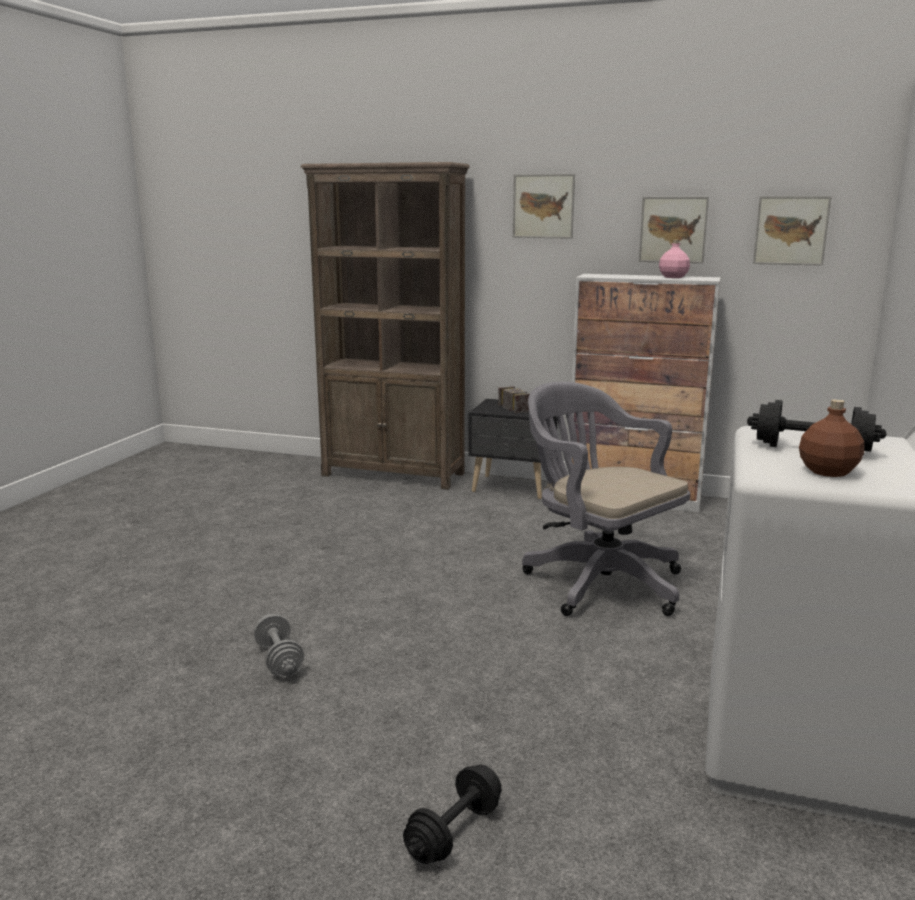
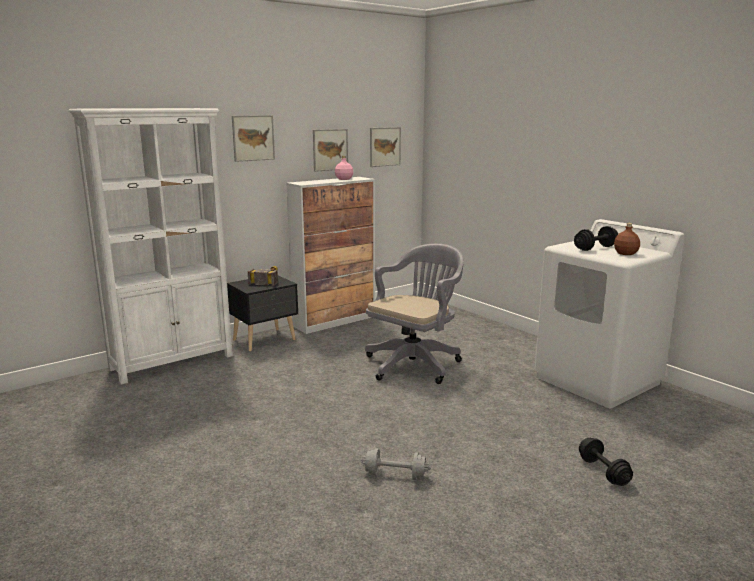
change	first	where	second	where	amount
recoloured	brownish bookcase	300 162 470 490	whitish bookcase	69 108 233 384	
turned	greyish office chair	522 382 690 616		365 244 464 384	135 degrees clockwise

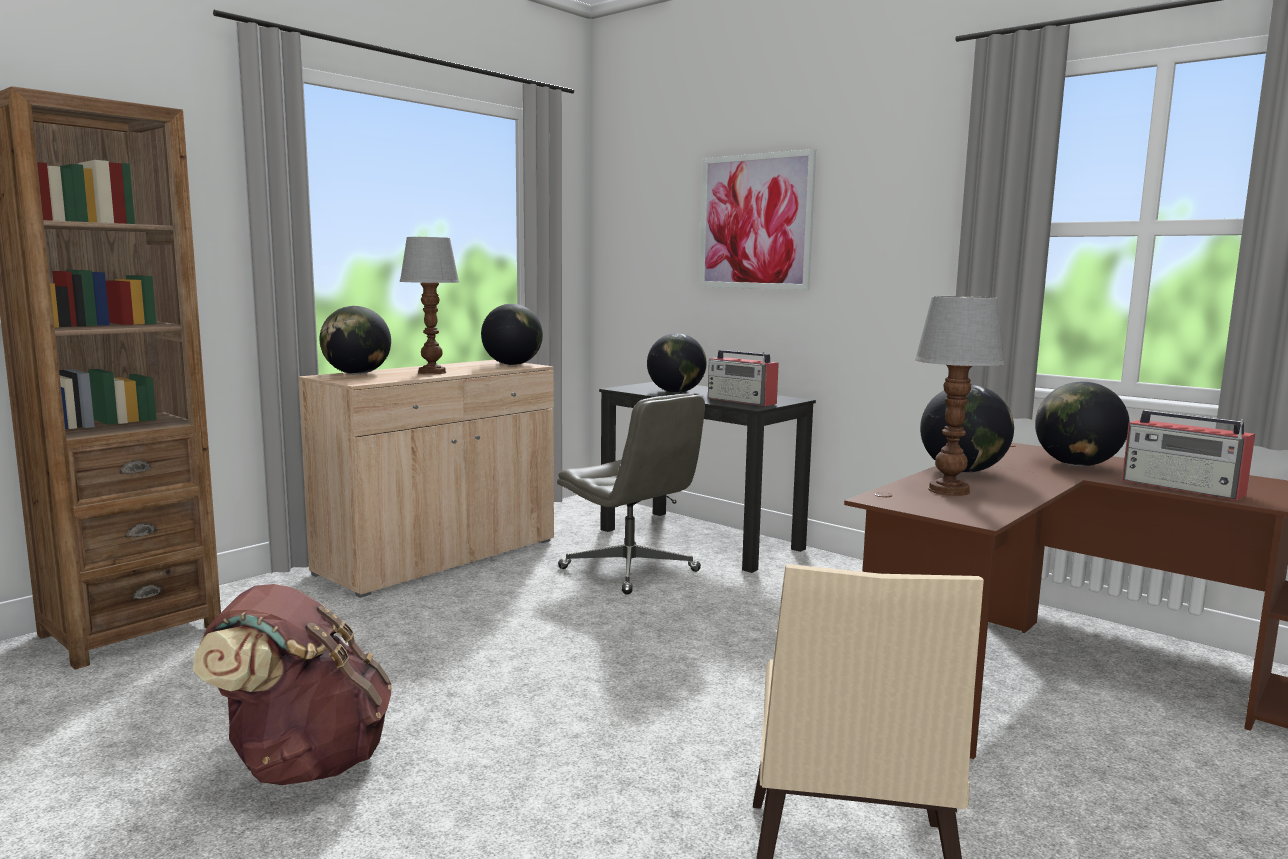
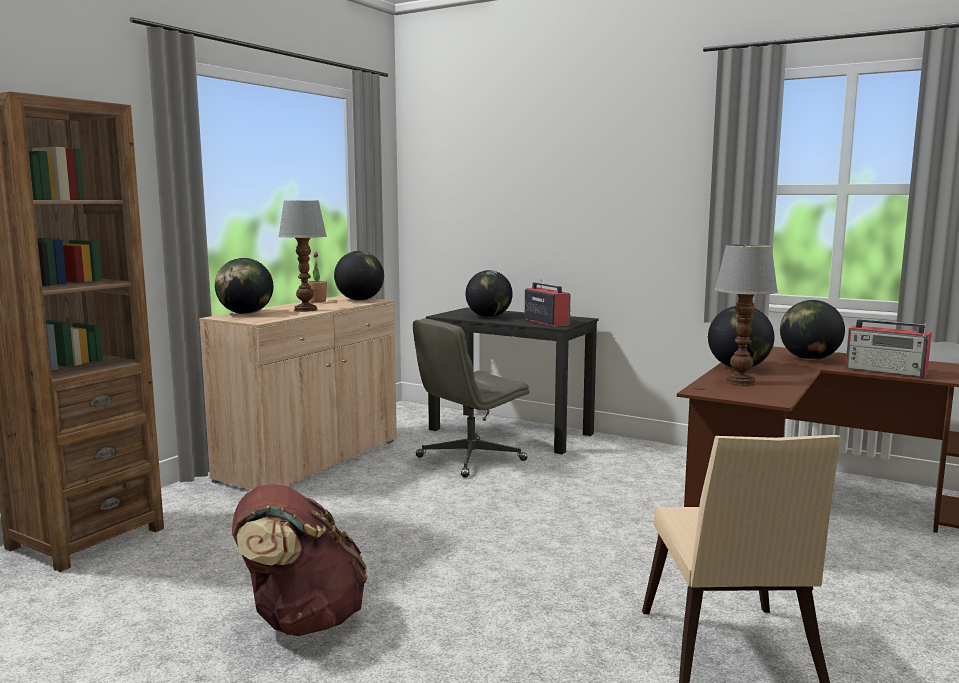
change	first	where	second	where	amount
turned	greyish office chair	557 394 705 595		413 319 530 478	105 degrees clockwise
removed	wall picture	699 149 816 290			
turned	radio set	708 350 779 406		525 279 571 327	150 degrees counterclockwise
added			plant in a pot	308 252 327 303	

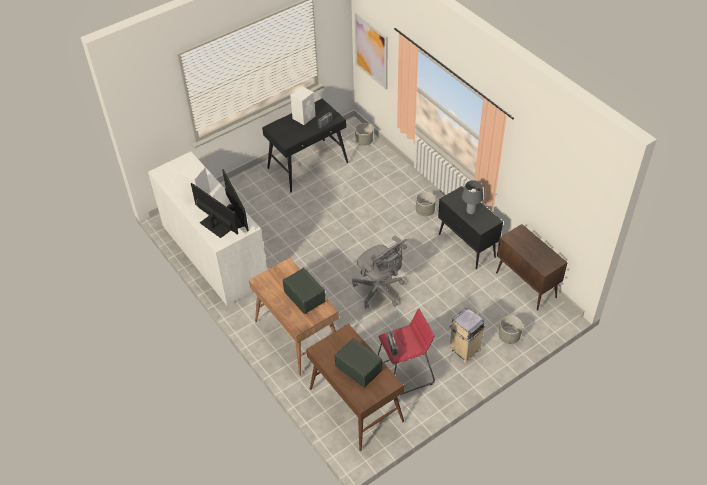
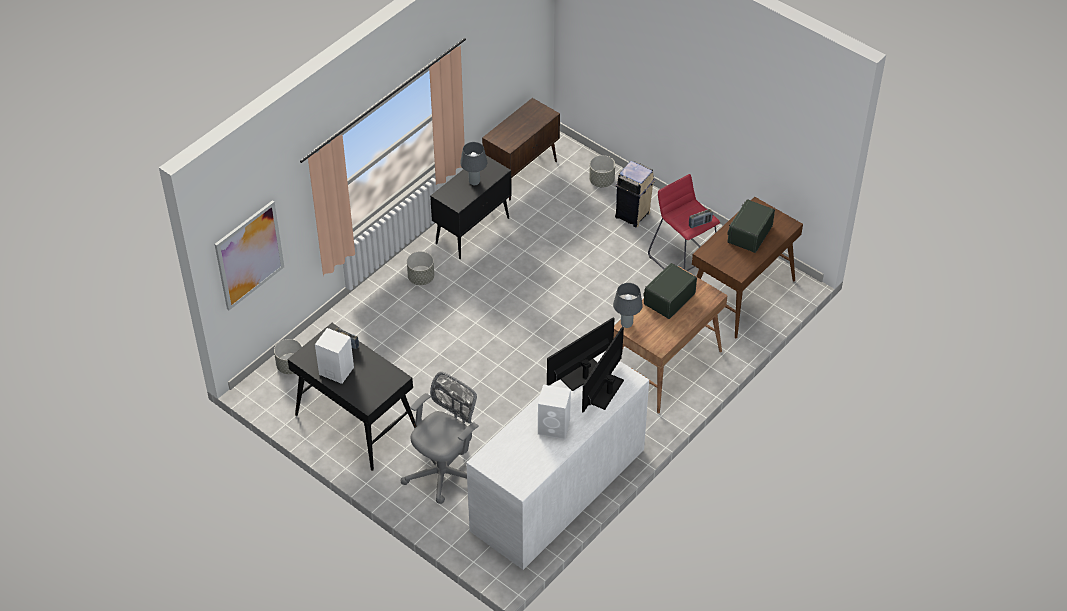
change	first	where	second	where	amount
moved	greyish office chair	352 235 407 308		400 371 479 504	
added			greyish table lamp	613 283 643 328	

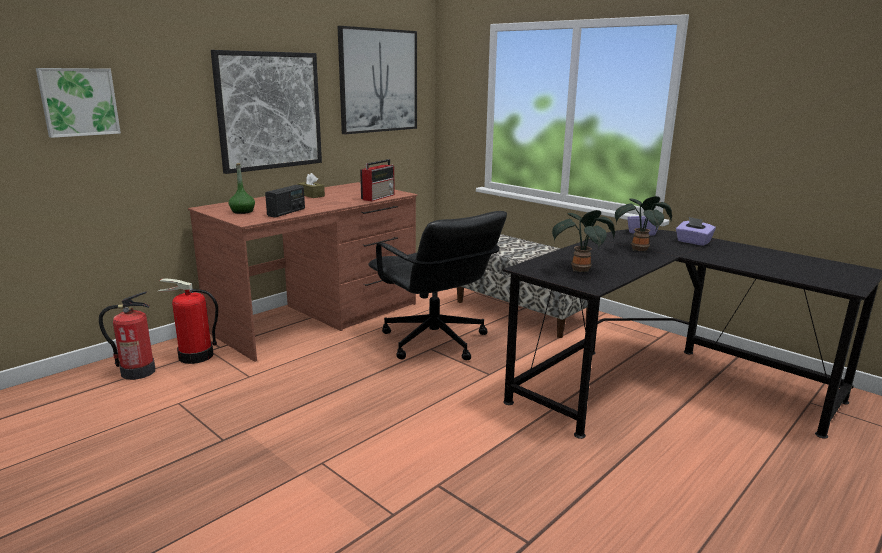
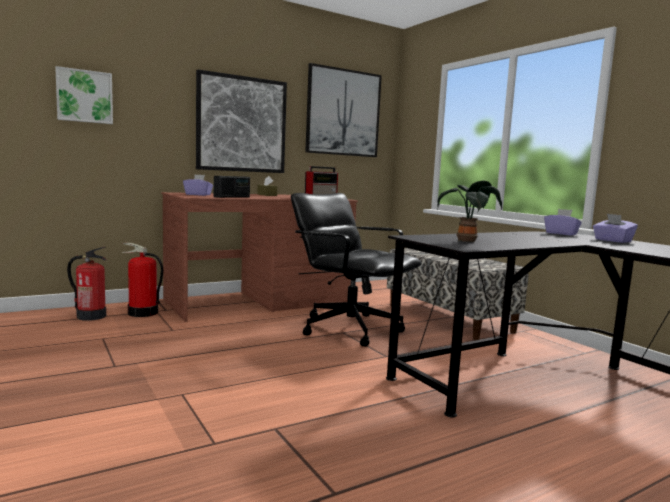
change	first	where	second	where	amount
replaced	green-coloured bottle	229 163 255 214	purple tissue box	183 175 213 196	
turned	black office chair	368 211 507 360		291 193 422 346	150 degrees clockwise
removed	plant in a pot	615 196 672 251			

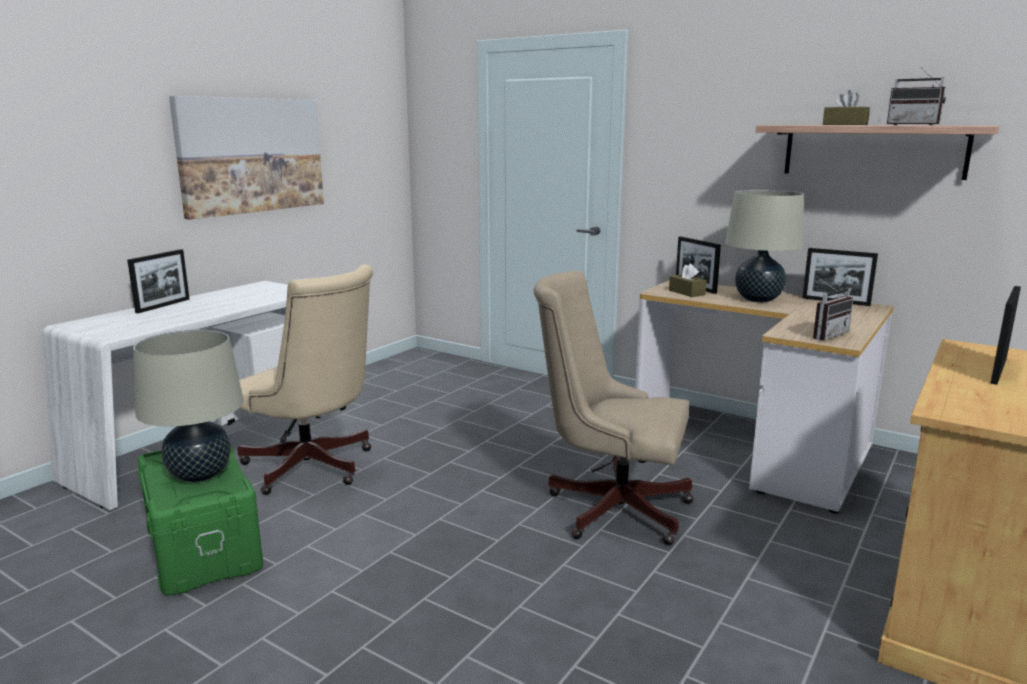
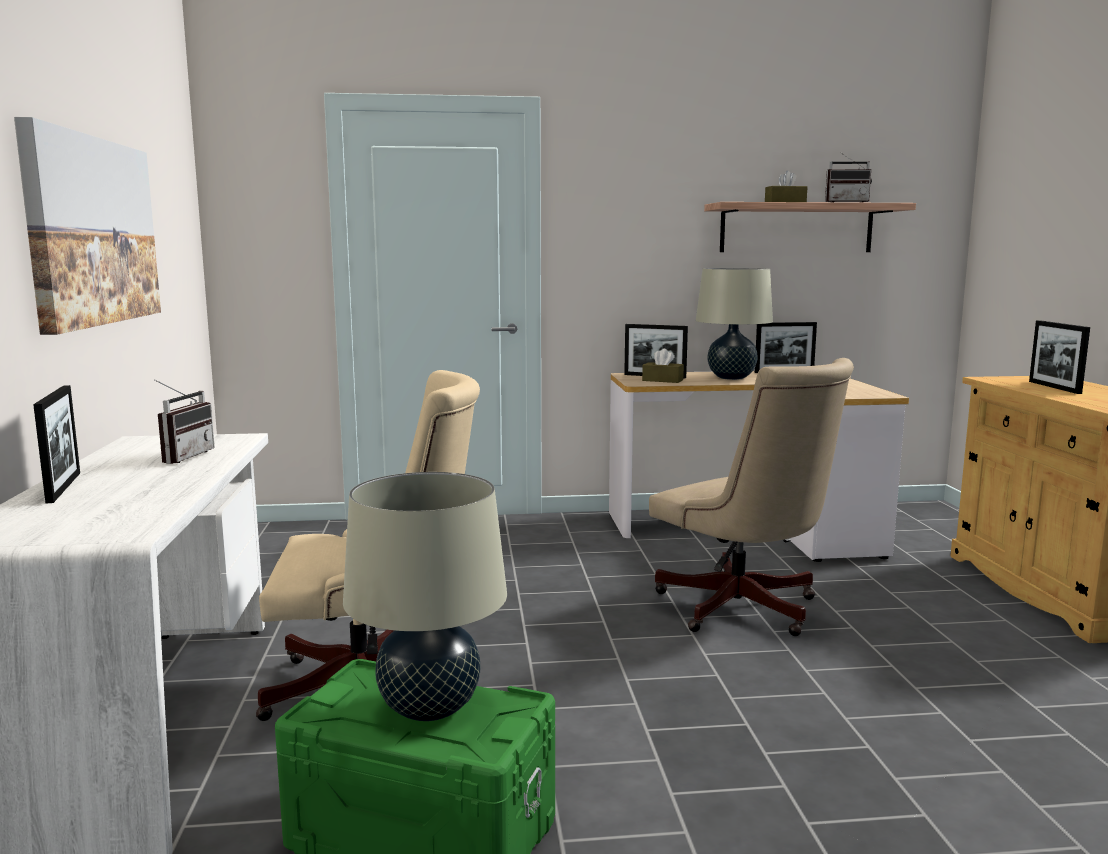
change	first	where	second	where	amount
turned	beige office chair	534 271 693 545		649 358 854 636	105 degrees counterclockwise
moved	radio set	813 278 853 340		154 379 215 464	

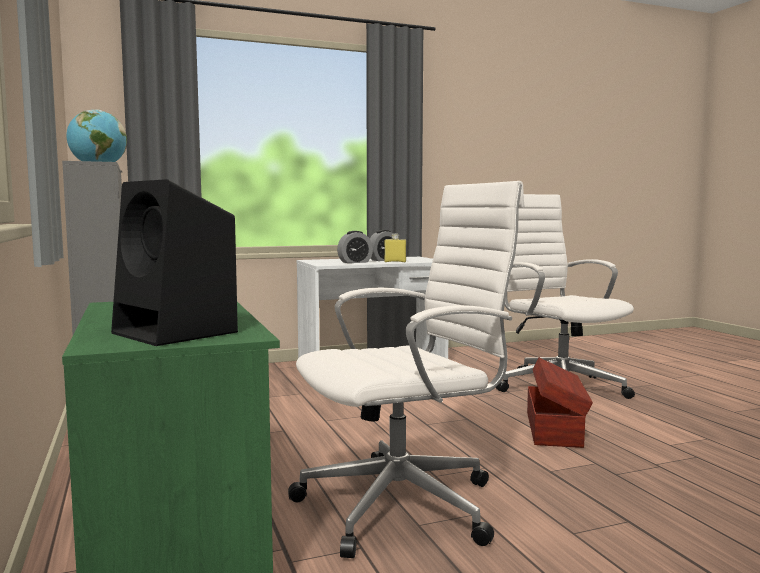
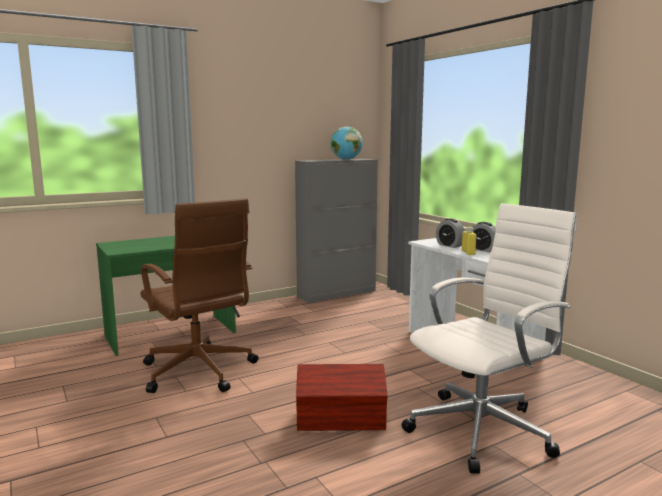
change	first	where	second	where	amount
removed	black audio speaker	111 179 238 346			
recoloured	whitish office chair	288 181 525 558	brownish office chair	141 198 259 393	

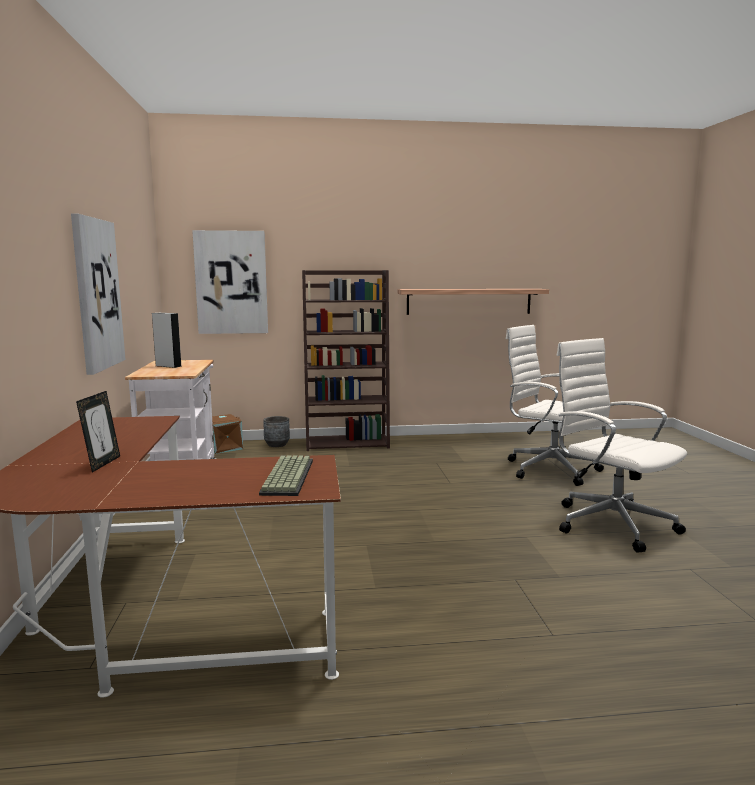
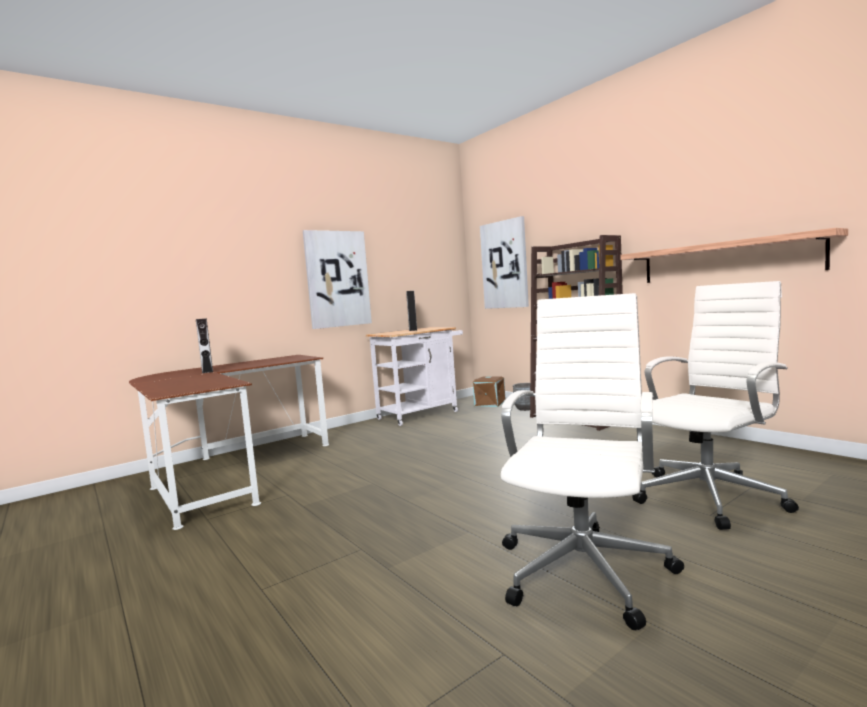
change	first	where	second	where	amount
replaced	photo frame	76 391 120 473	greyish audio speaker	196 318 213 373	
removed	computer keyboard	259 455 313 496			
turned	whitish office chair	506 325 604 486		632 281 799 530	45 degrees clockwise

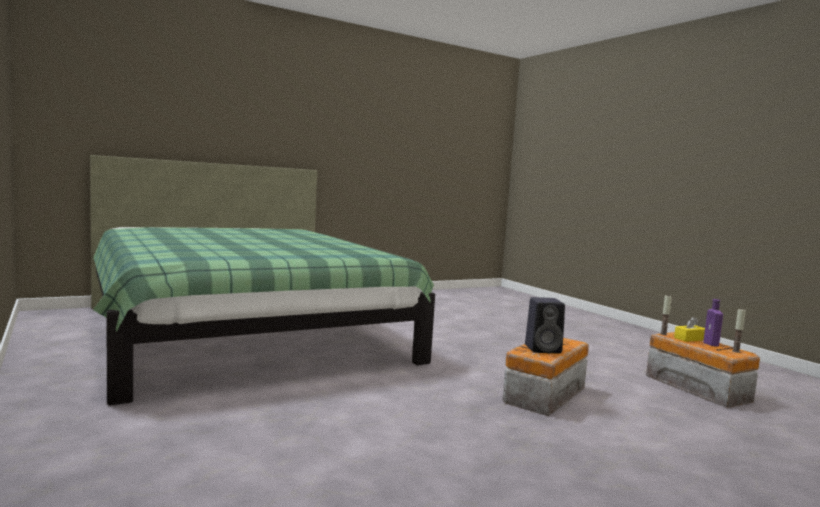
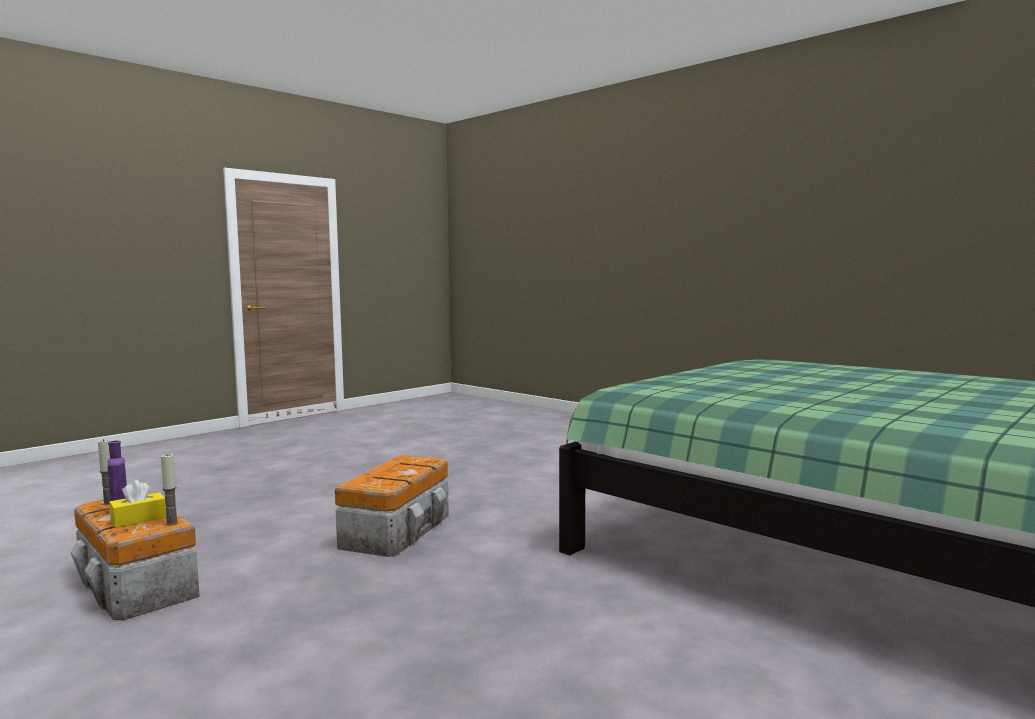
change	first	where	second	where	amount
removed	black audio speaker	525 297 565 353			

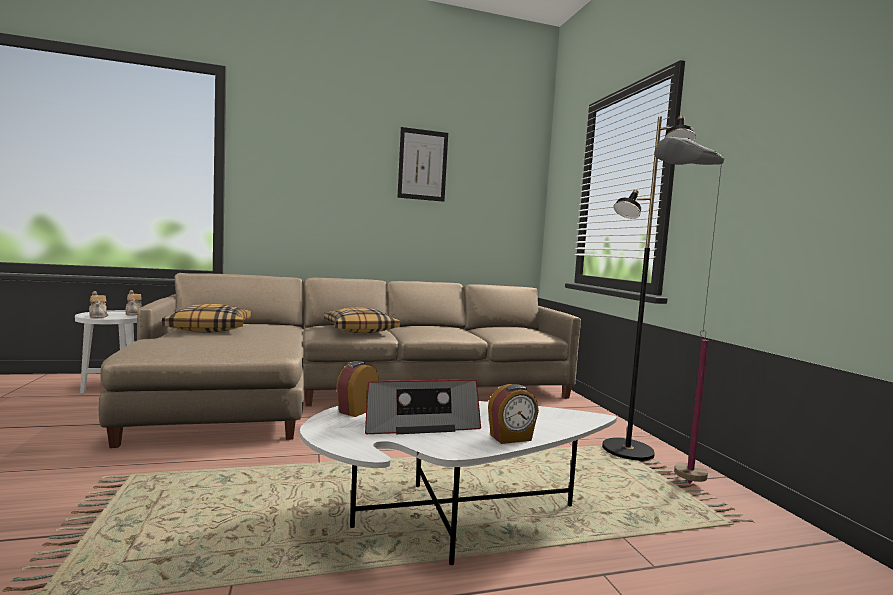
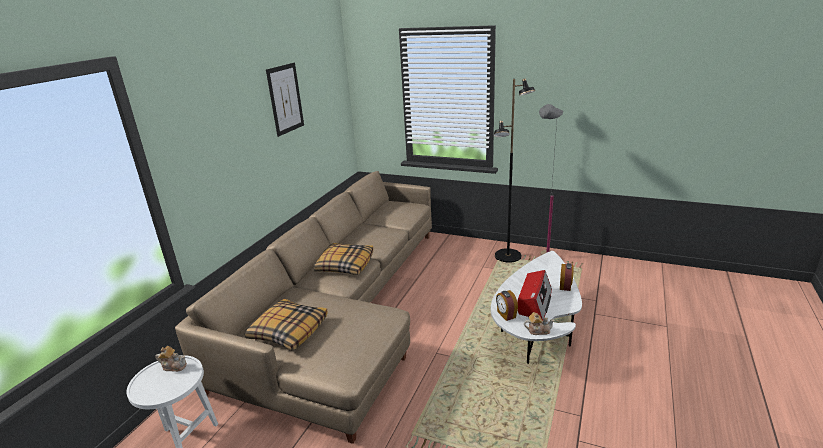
change	first	where	second	where	amount
moved	teapot	89 291 108 318		524 312 555 335	

